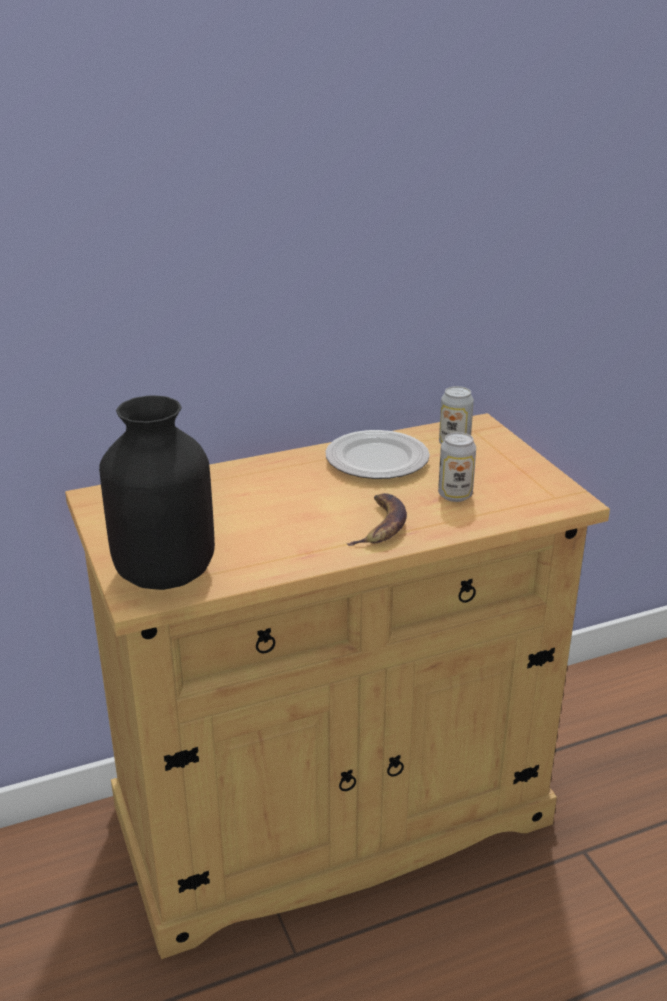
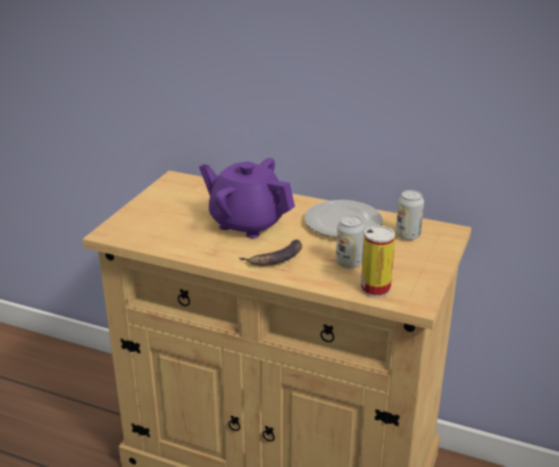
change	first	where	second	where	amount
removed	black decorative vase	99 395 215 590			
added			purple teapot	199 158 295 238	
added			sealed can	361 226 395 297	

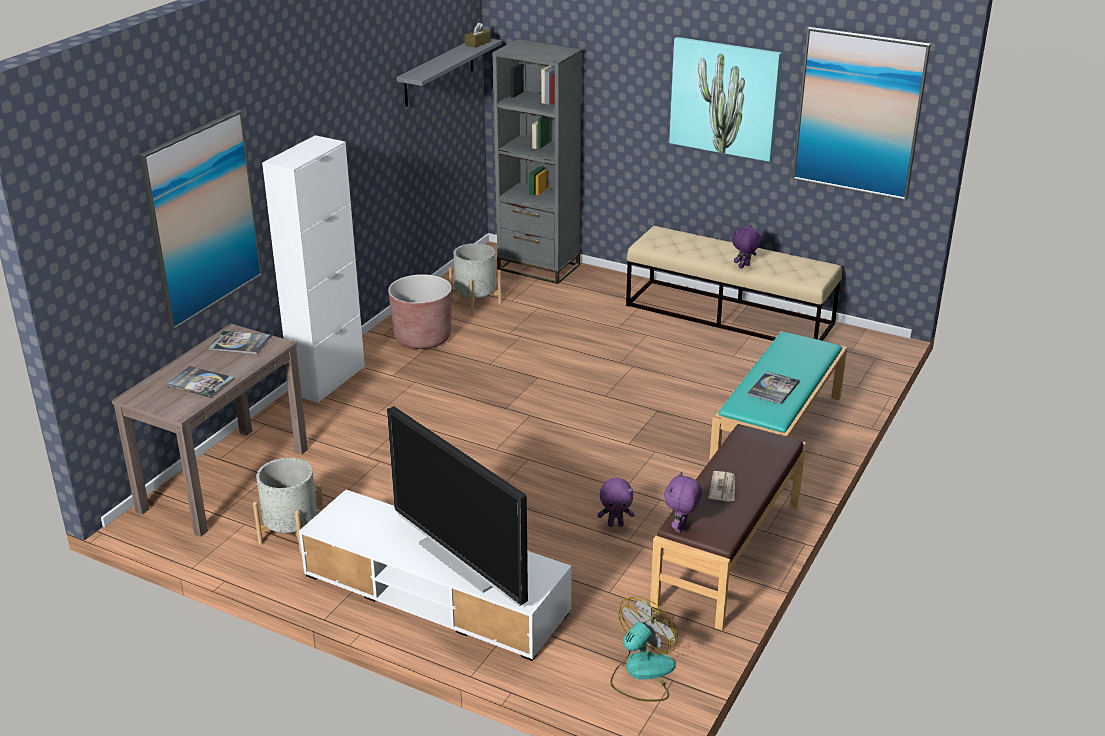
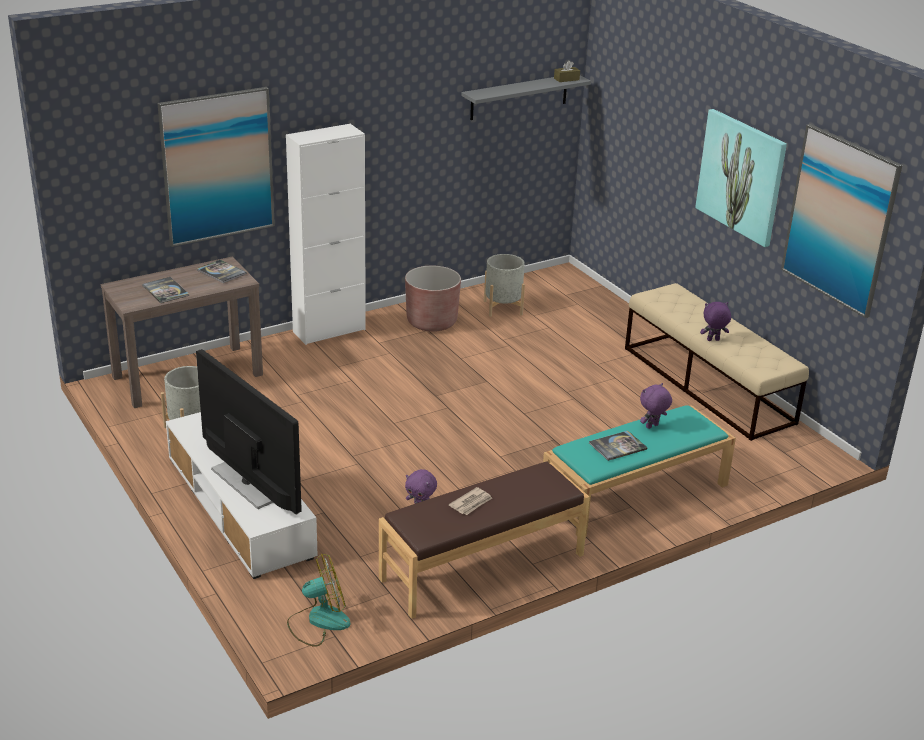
change	first	where	second	where	amount
turned	TV set	387 406 528 606		196 349 302 515	150 degrees clockwise
removed	greyish bookcase	493 39 582 284			
moved	purple cuddly toy	664 472 702 533		640 383 672 429	

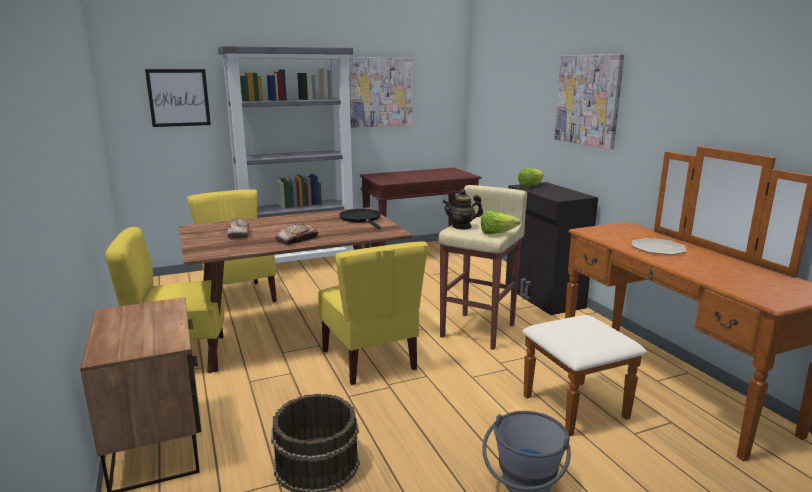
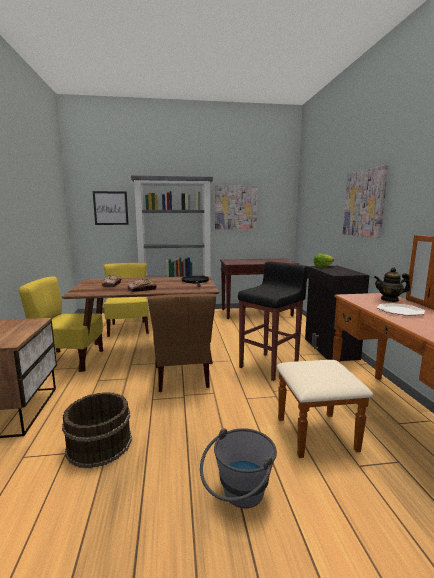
change	first	where	second	where	amount
recoloured	yellowish upright chair	318 242 428 385	brownish upright chair	148 294 216 392	
recoloured	beige sitting stool	438 185 527 350	black sitting stool	238 261 308 381	
moved	teapot	442 189 483 230		374 268 410 302	
removed	head of lettuce	481 210 520 234			

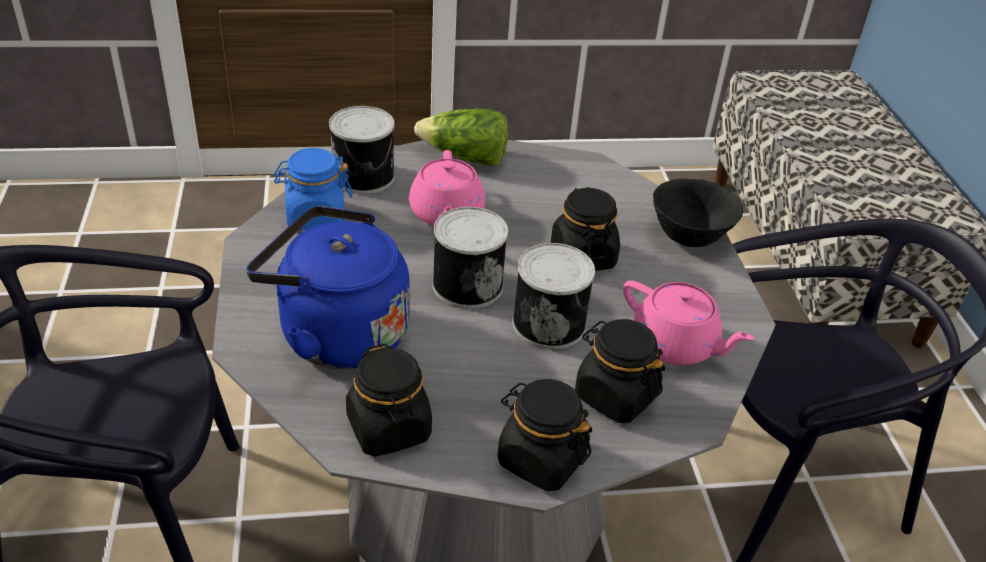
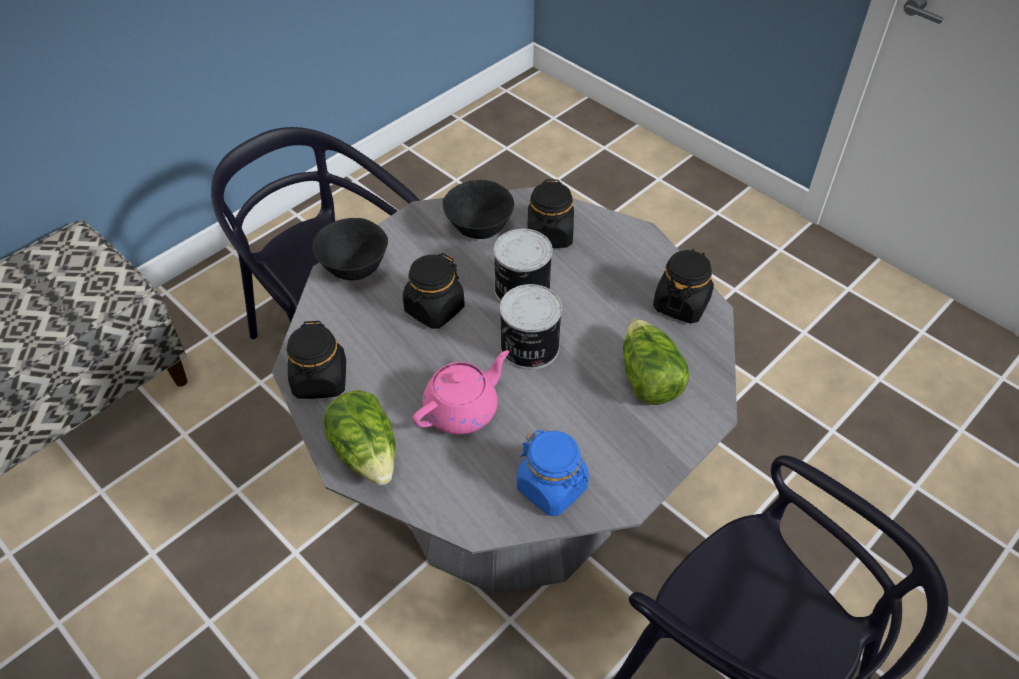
change	first	where	second	where	amount
replaced	blue water kettle	246 206 410 369	head of lettuce	623 318 689 405	
removed	sealed can	329 106 395 194			
moved	black jar	498 379 592 492		287 321 346 399	
replaced	pink-coloured teapot	623 280 754 365	black deep dish	443 180 514 239	

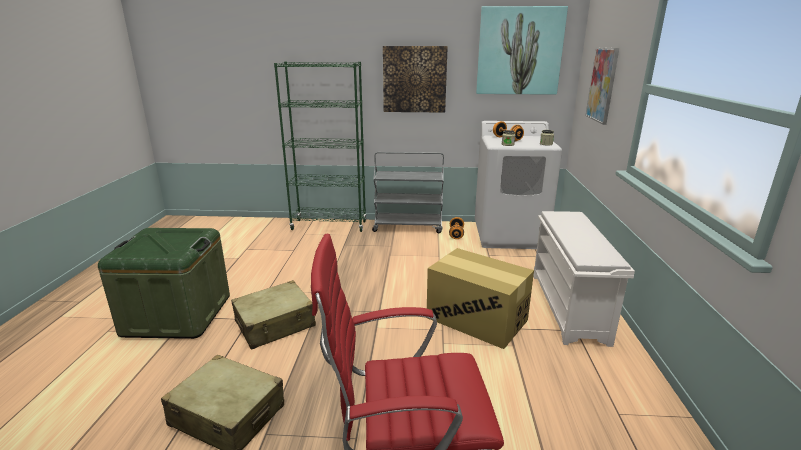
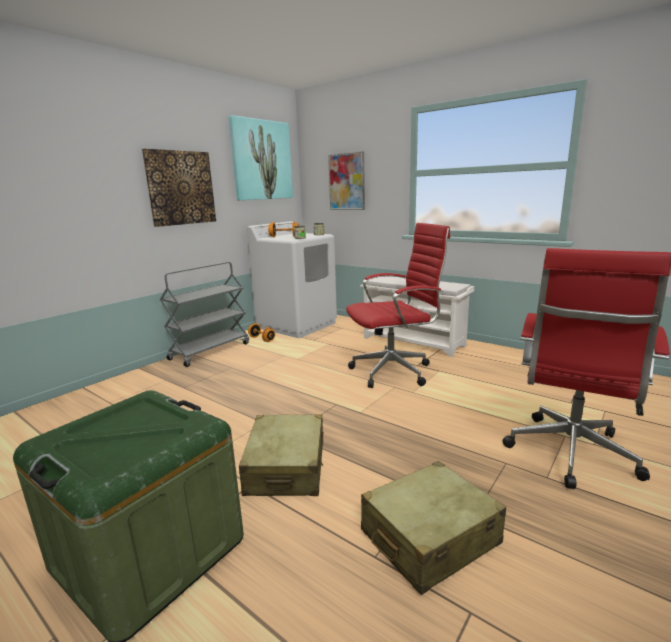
change	first	where	second	where	amount
removed	green-coloured bookcase	274 61 366 232			
replaced	cardboard box	427 248 534 349	red office chair	346 223 450 388	

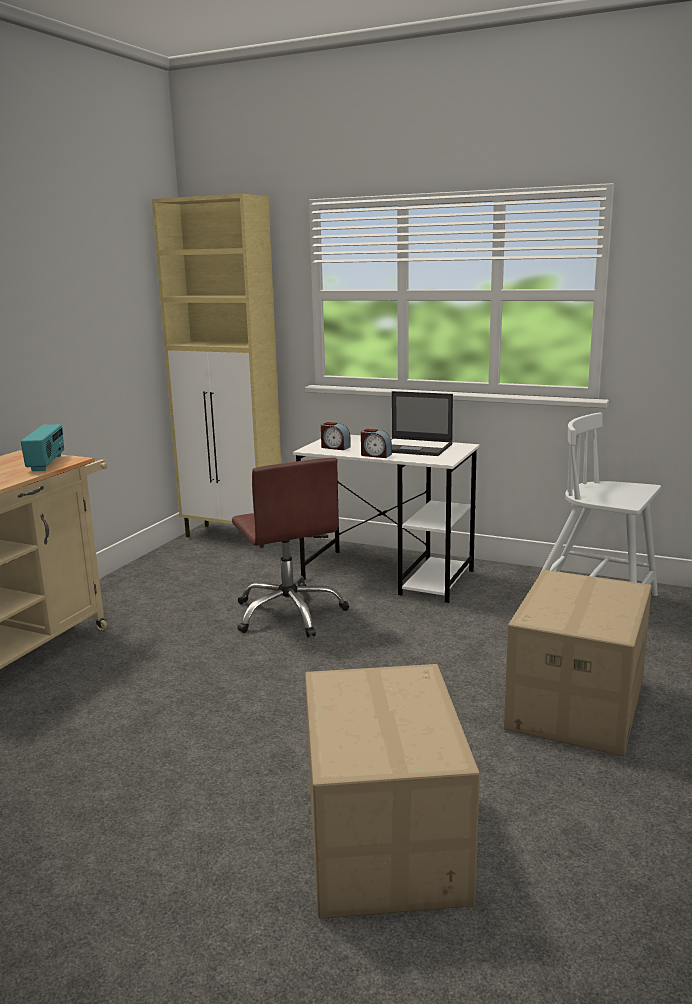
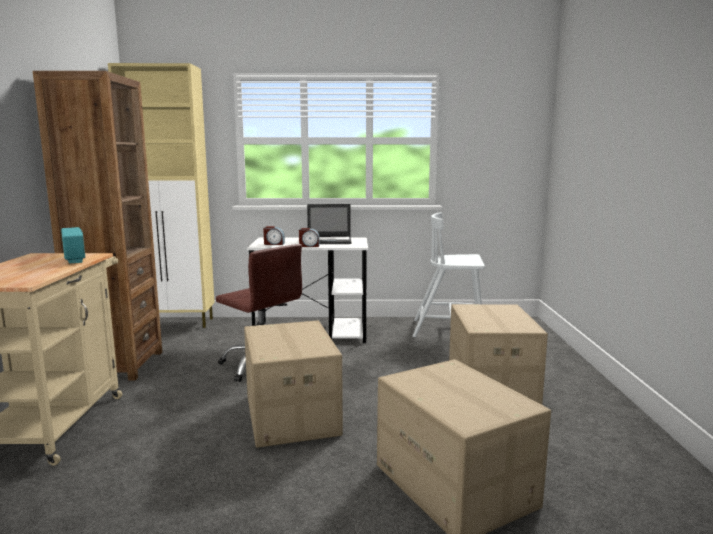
change	first	where	second	where	amount
added			brownish bookcase	33 71 162 381	
added			cardboard box	244 320 343 448	

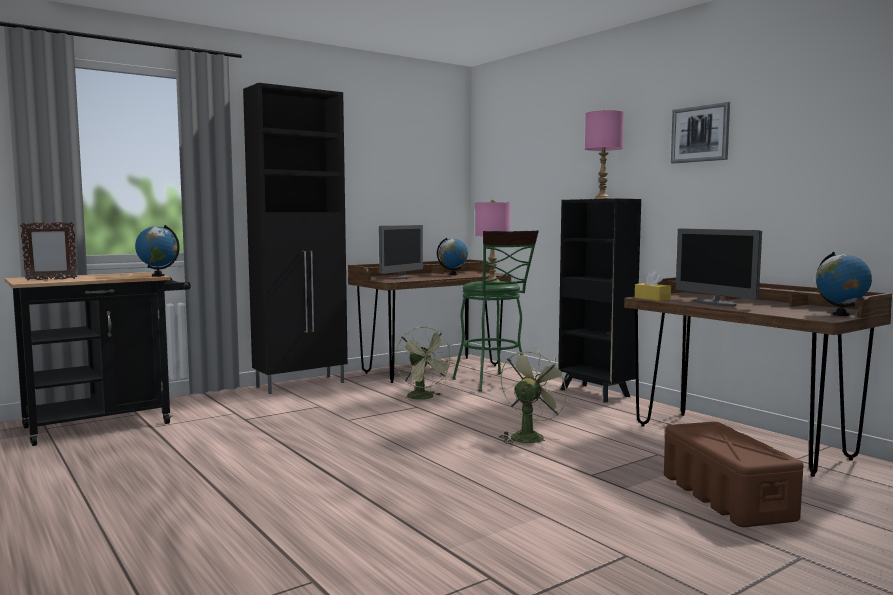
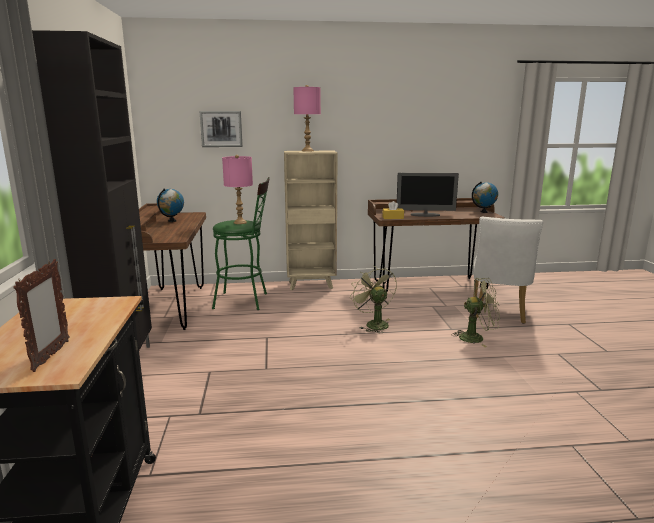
change	first	where	second	where	amount
removed	desk globe	135 225 180 277			
removed	computer display	379 225 423 279			
moved	green-coloured fan	395 326 454 402		451 278 500 347	
recoloured	black bookcase	558 198 641 402	beige bookcase	284 151 338 290	
replaced	brownish storage container	664 422 803 527	whitish upright chair	473 217 543 324	
moved	wall picture	671 102 730 164		200 111 243 147	

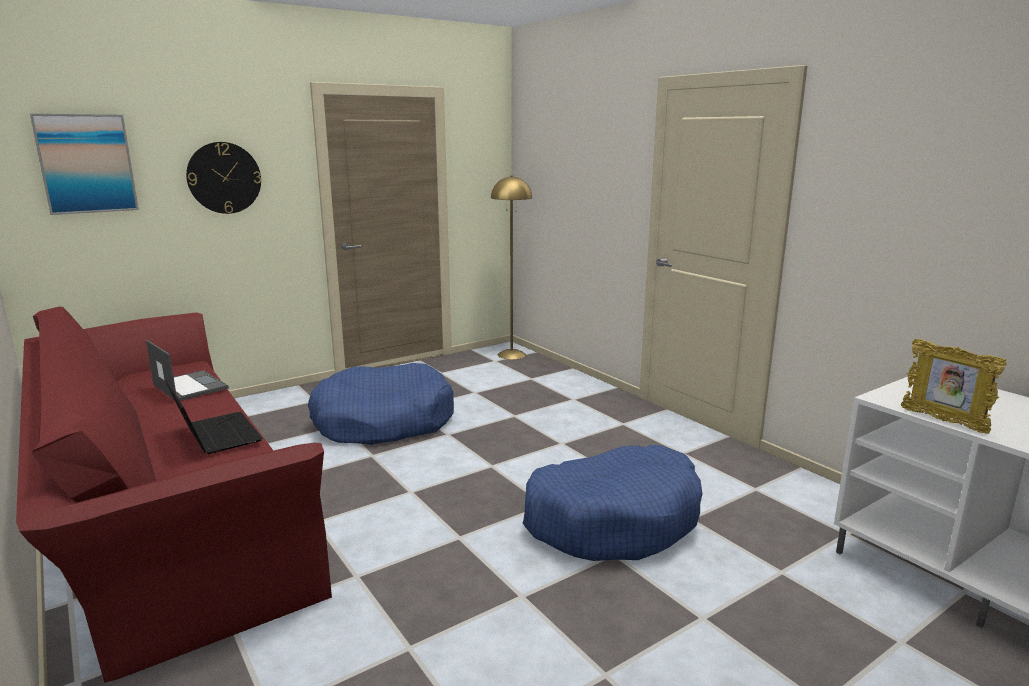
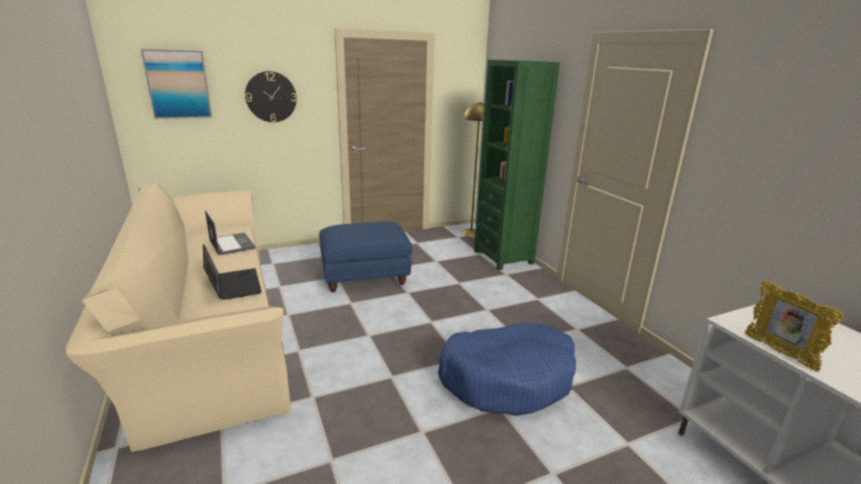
change	first	where	second	where	amount
recoloured	red sofa	16 306 332 683	beige sofa	66 182 291 452	
replaced	blue pet bed	308 363 454 445	blue pouffe	319 222 413 292	
added			green-coloured bookcase	474 60 560 270	

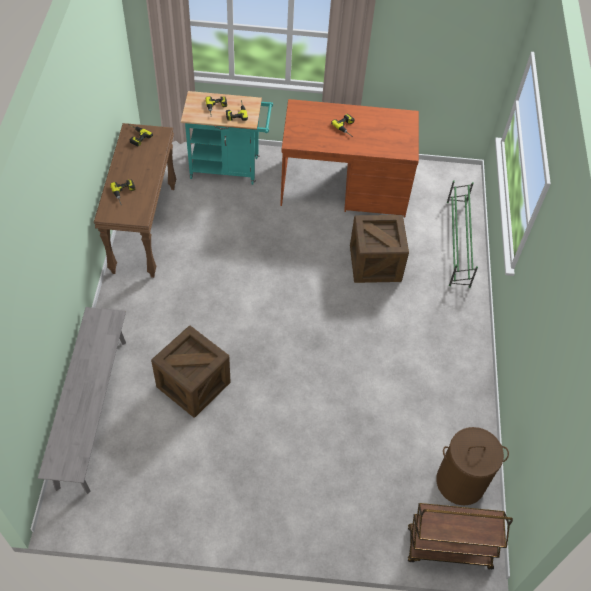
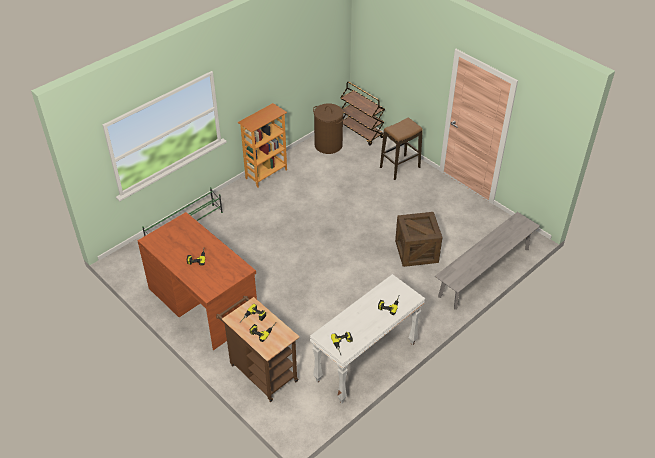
change	first	where	second	where	amount
recoloured	brownish narrow table	94 123 176 278	whitish narrow table	310 274 425 404	
recoloured	turquoise-coloured cart	181 91 273 185	brownish cart	216 296 300 402	
removed	packing crate	350 215 409 283			
added			bookcase	238 103 287 188	
added			sitting stool	380 118 423 180	

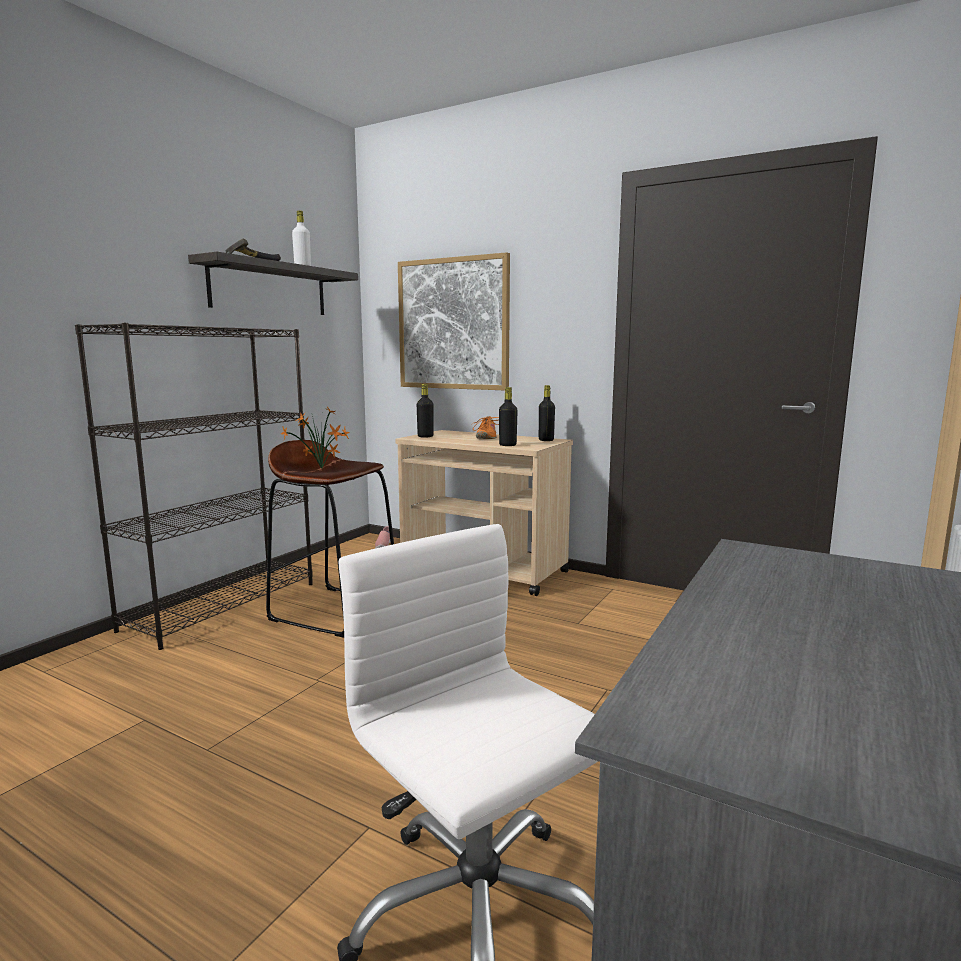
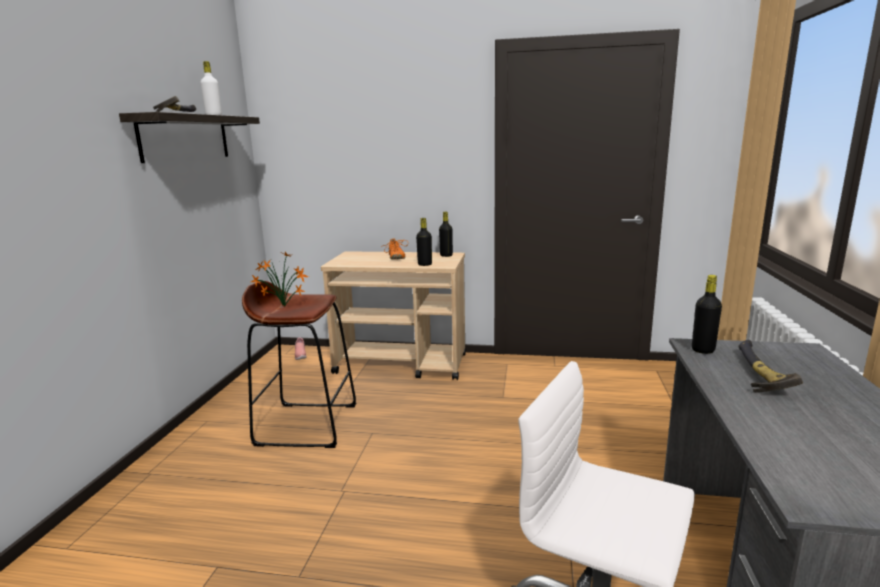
change	first	where	second	where	amount
removed	black bookcase	75 323 313 650			
removed	wall picture	398 252 510 390			
moved	black bottle	417 384 434 437		692 275 722 354	
added			hammer	739 340 803 393	

